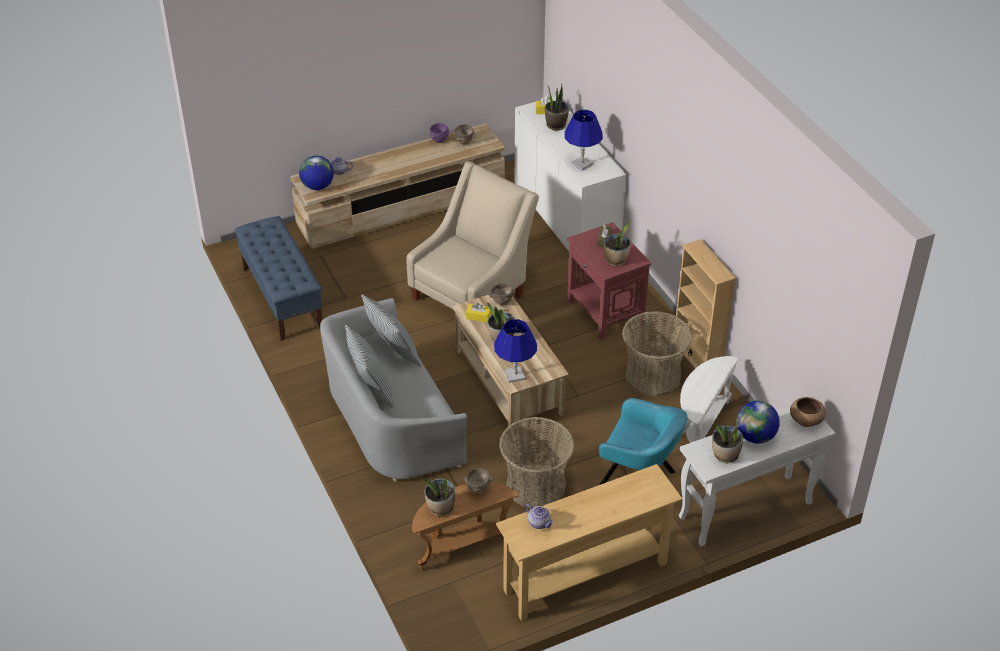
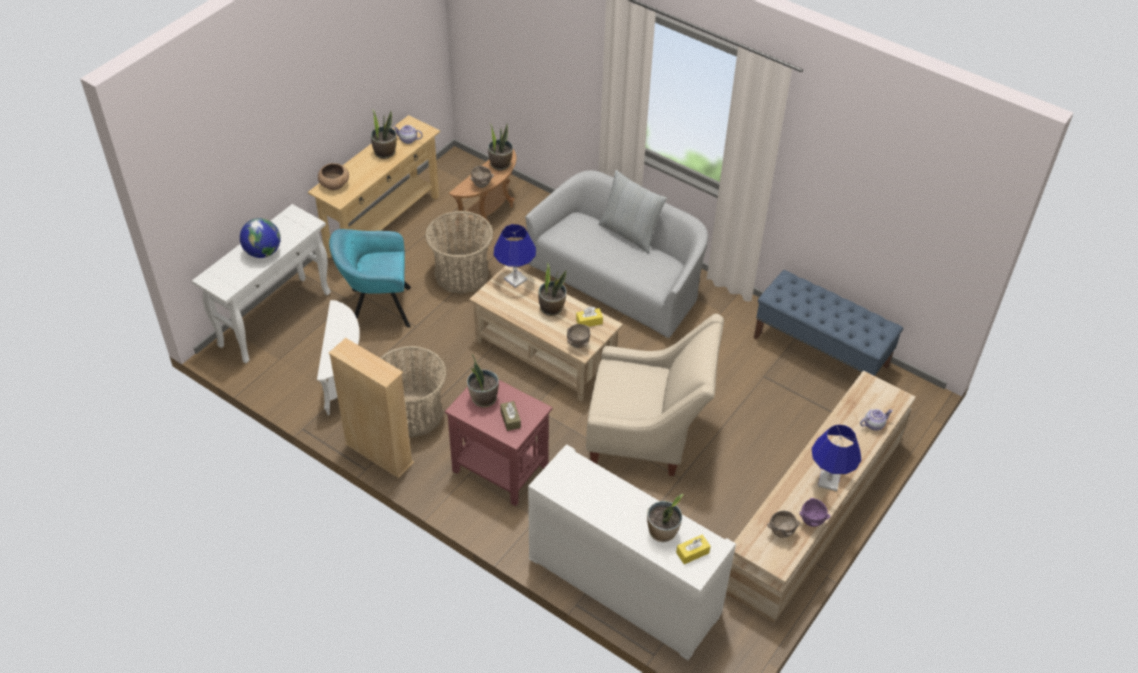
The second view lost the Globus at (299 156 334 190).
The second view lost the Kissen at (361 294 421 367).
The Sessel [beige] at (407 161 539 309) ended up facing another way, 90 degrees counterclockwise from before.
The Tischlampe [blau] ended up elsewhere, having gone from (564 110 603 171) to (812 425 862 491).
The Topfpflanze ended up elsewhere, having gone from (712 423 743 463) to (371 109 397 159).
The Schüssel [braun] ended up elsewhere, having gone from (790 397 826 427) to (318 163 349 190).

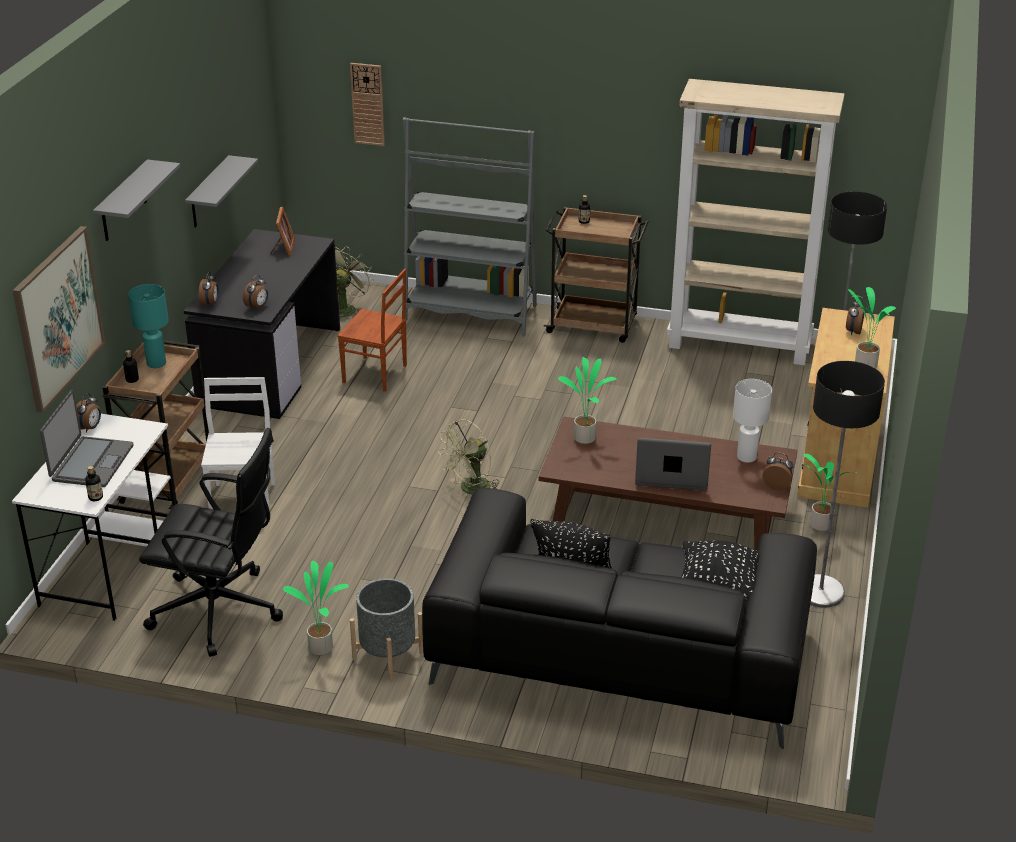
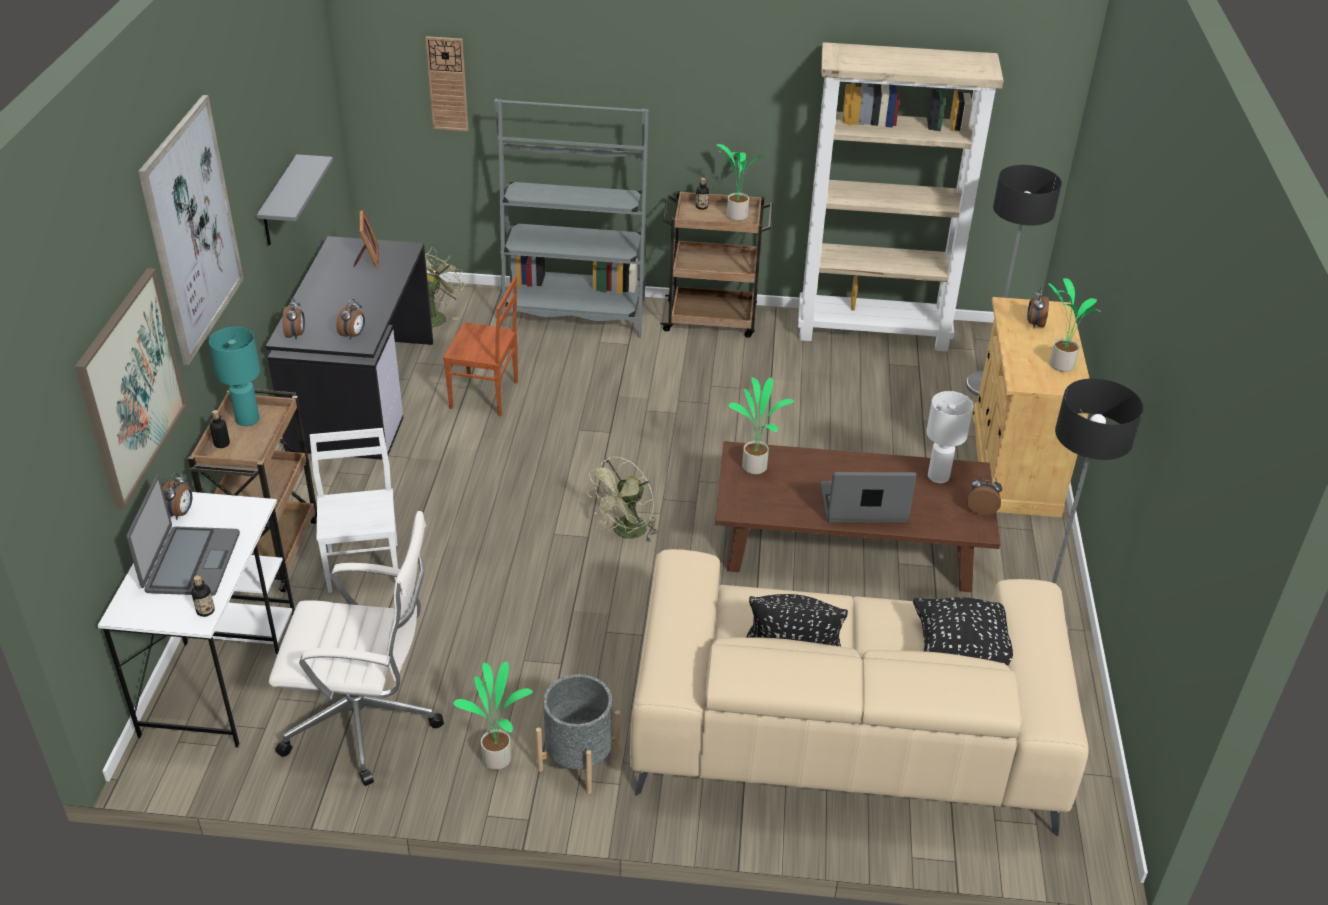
Where the Wandregal [grau] hung at (93 159 180 241), the Bild came to hang at (138 95 244 365).
What was the Bürostuhl [schwarz] at (139 428 283 657) turned into the Bürostuhl [weiß] at (269 511 444 786).
What was the Sofa [schwarz] at (422 488 817 749) turned into the Sofa [beige] at (630 549 1089 836).
The Topfpflanze ended up elsewhere, having gone from (803 454 856 531) to (717 144 768 221).

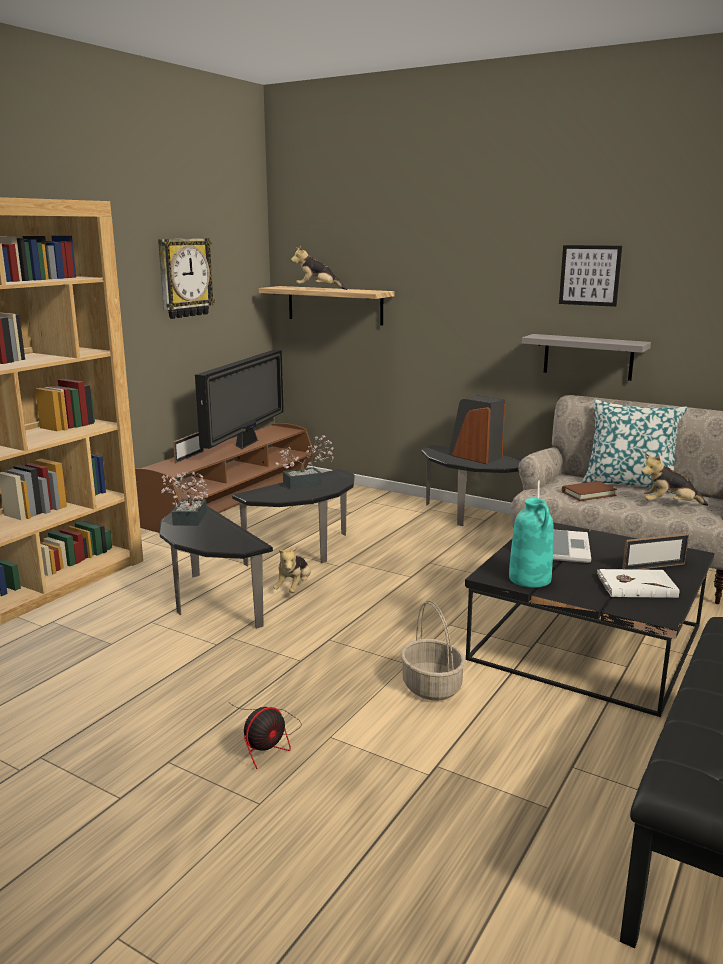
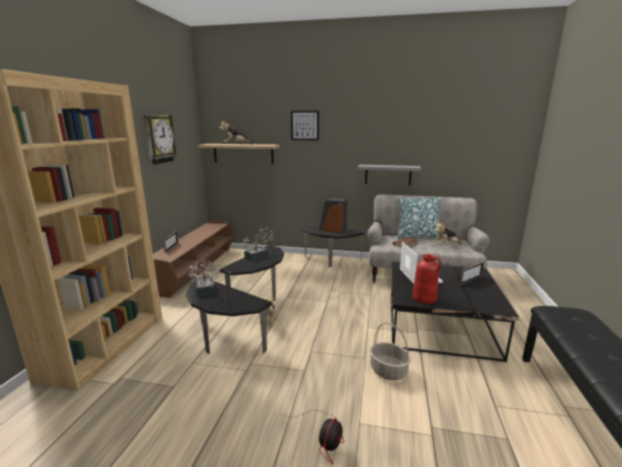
The second view lost the Fernseher at (195 350 284 449).
What was the Vase [türkis] at (509 498 554 588) turned into the Vase [rot] at (413 254 441 304).
The Bild ended up elsewhere, having gone from (559 245 622 307) to (291 111 319 140).
The second view lost the Buch [weiß] at (597 569 680 598).

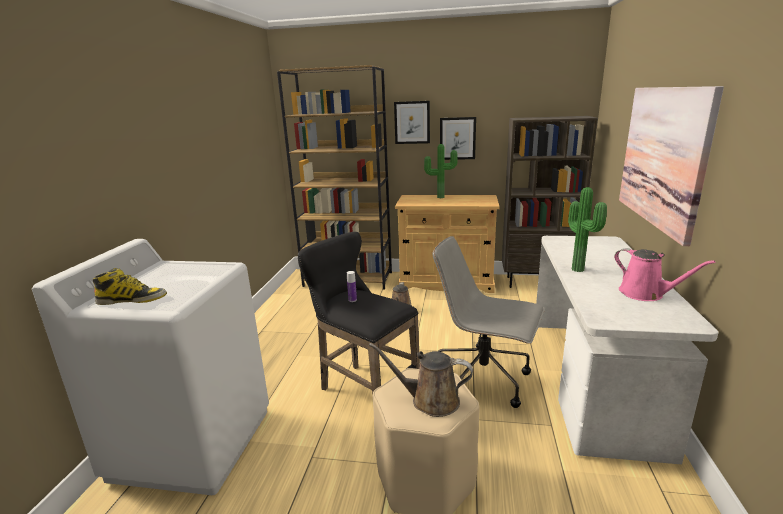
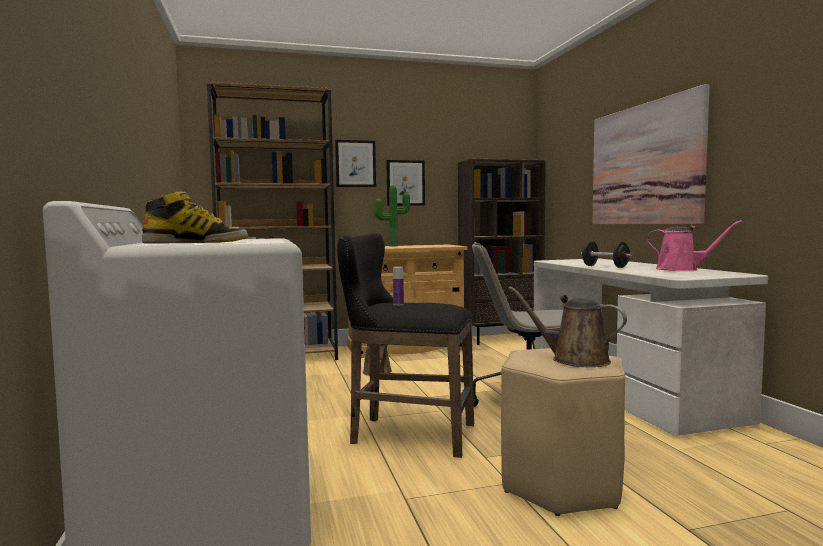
The Gießkanne [braun] at (369 343 473 417) ended up facing another way, 45 degrees clockwise from before.
Where the Topfpflanze stood at (568 187 607 272), the Hantel [schwarz] came to stand at (581 241 632 268).

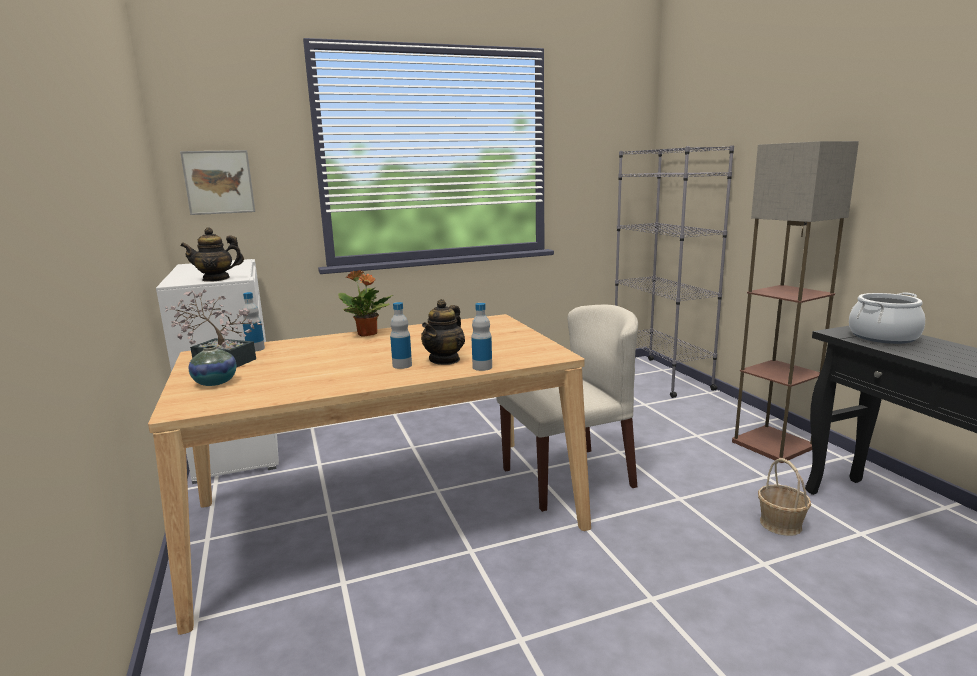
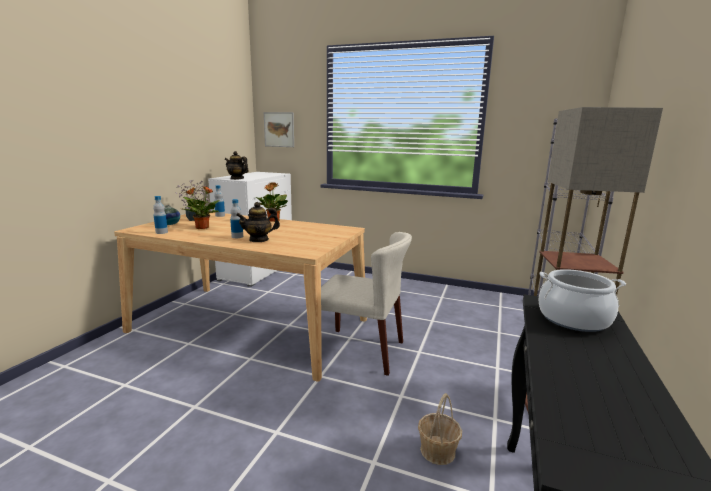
The Flasche ended up elsewhere, having gone from (471 303 492 371) to (153 196 168 234).
The second view gained the Topfpflanze at (183 186 219 229).

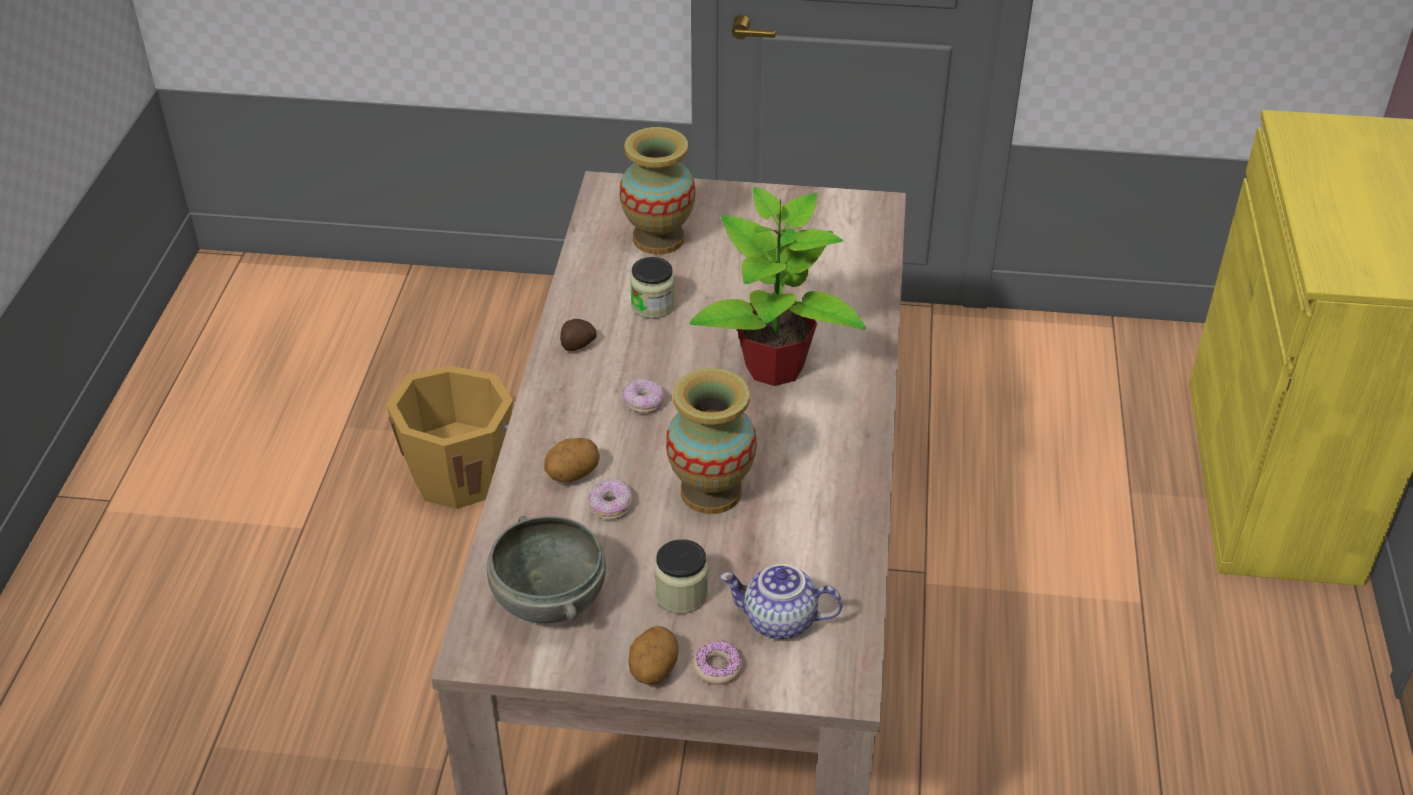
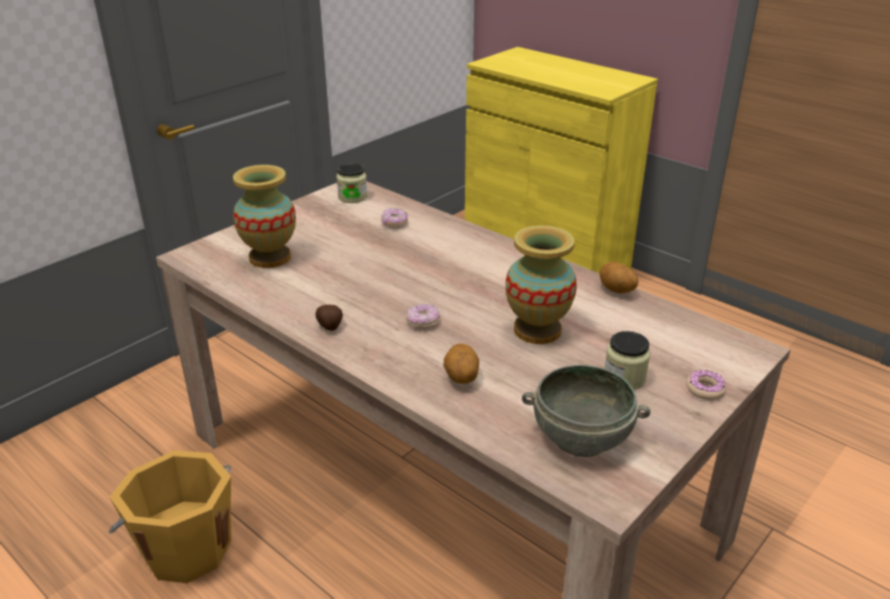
The Donut ended up elsewhere, having gone from (588 479 632 520) to (381 208 408 229).
The Kartoffel ended up elsewhere, having gone from (629 626 679 685) to (599 262 638 293).
The Vorratsglas ended up elsewhere, having gone from (630 257 675 319) to (336 163 367 203).
The second view lost the Topfpflanze at (690 187 866 386).
The second view lost the Teekanne at (720 564 843 639).

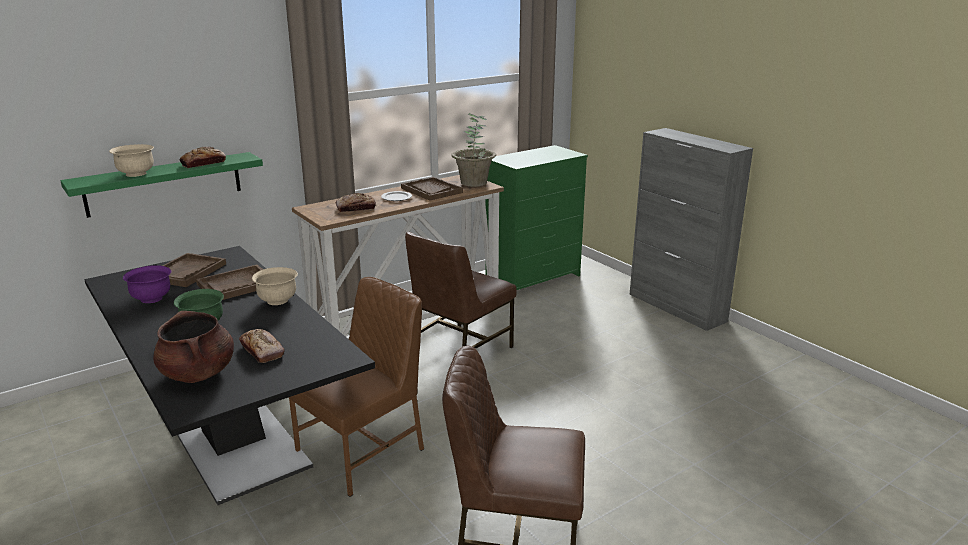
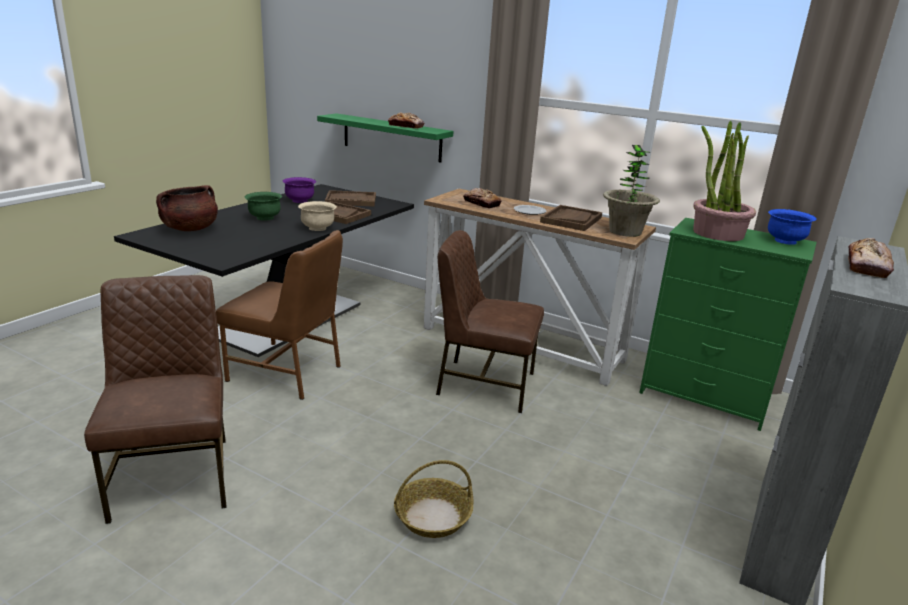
The second view lost the Schüssel [beige] at (109 144 154 177).
The Brot ended up elsewhere, having gone from (239 329 285 363) to (848 238 894 278).
The second view gained the Korb at (394 460 473 538).
The second view gained the Topfpflanze at (693 121 756 241).
The second view gained the Schüssel [blau] at (768 209 817 245).

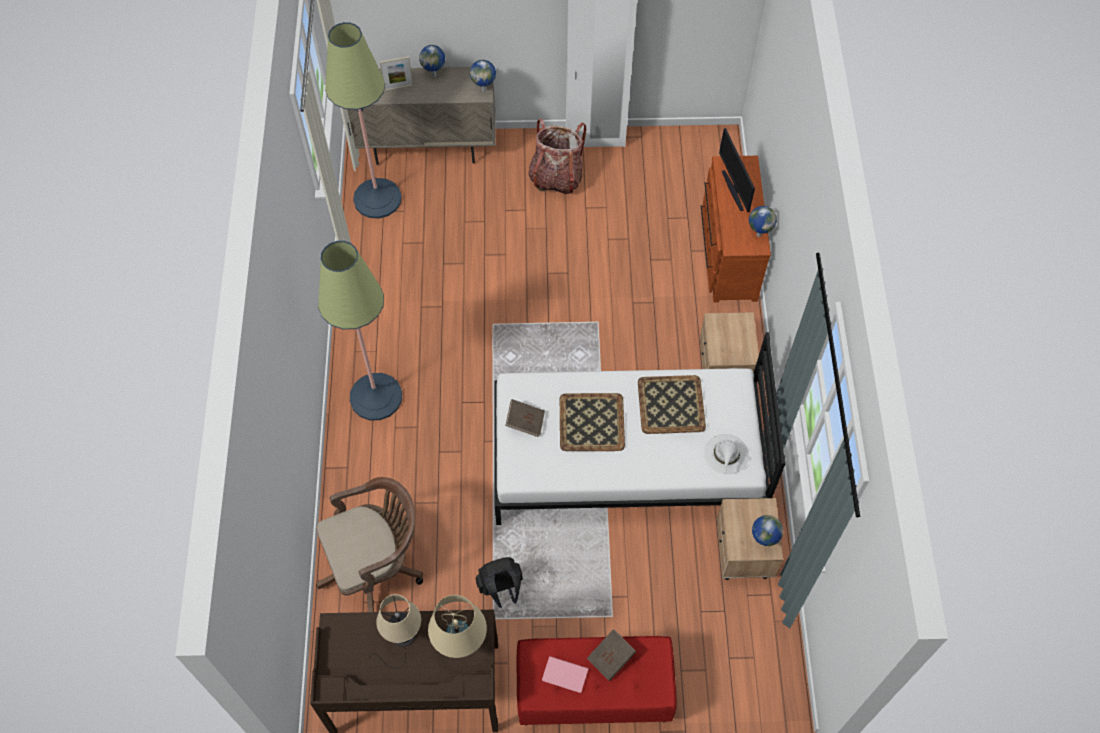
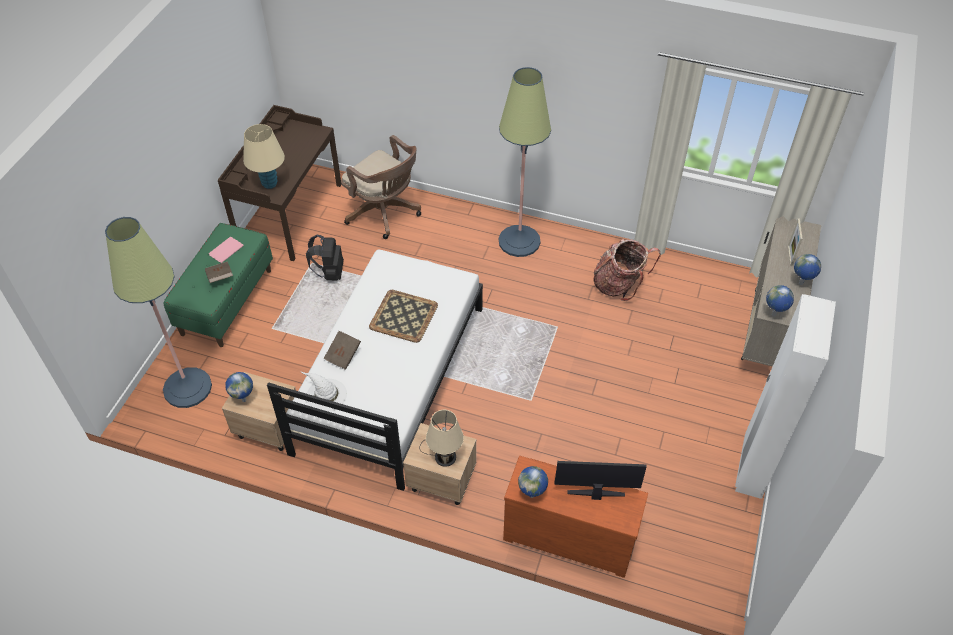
The Bürostuhl [braun] at (316 477 423 612) ended up facing another way, 45 degrees counterclockwise from before.
The Stehlampe ended up elsewhere, having gone from (325 22 402 219) to (105 217 212 408).
The Tischlampe [beige] ended up elsewhere, having gone from (369 594 421 669) to (419 410 464 467).
The Buch [braun] ended up elsewhere, having gone from (505 399 545 437) to (324 331 361 370).
What was the Bank [rot] at (517 636 677 725) turned into the Bank [grün] at (164 223 273 347).
The Rucksack ended up elsewhere, having gone from (529 119 586 194) to (593 239 661 301).
The second view lost the Tablett at (638 375 706 434).

